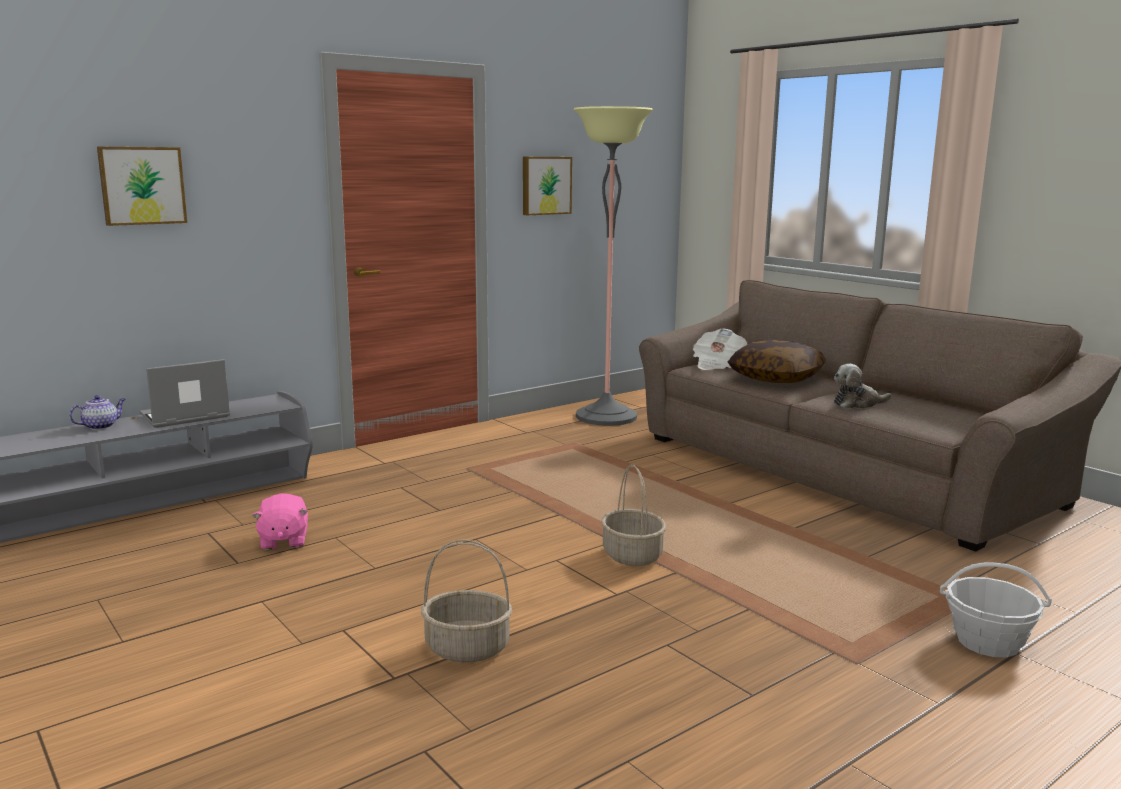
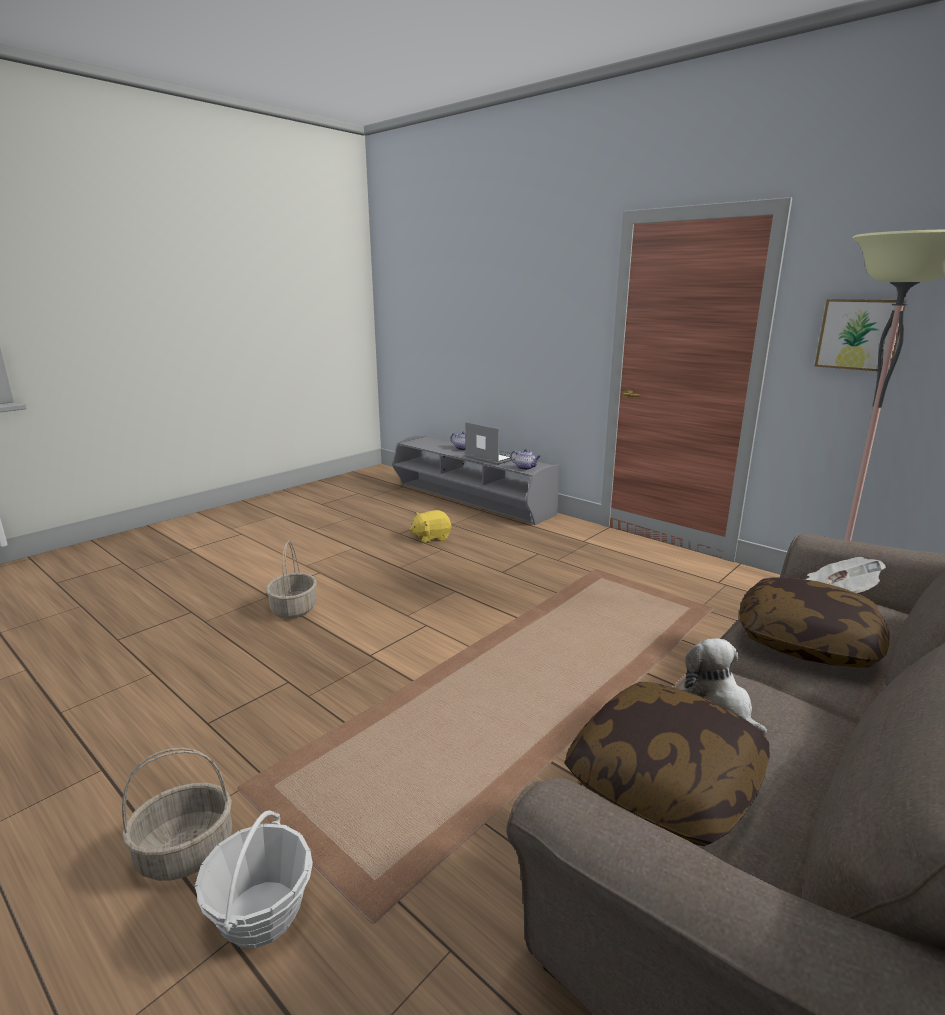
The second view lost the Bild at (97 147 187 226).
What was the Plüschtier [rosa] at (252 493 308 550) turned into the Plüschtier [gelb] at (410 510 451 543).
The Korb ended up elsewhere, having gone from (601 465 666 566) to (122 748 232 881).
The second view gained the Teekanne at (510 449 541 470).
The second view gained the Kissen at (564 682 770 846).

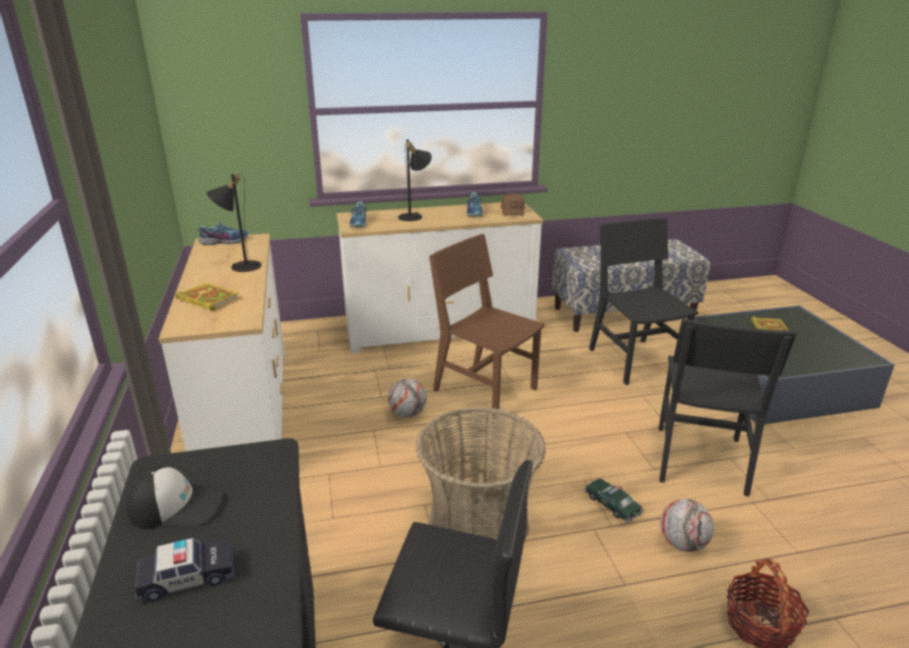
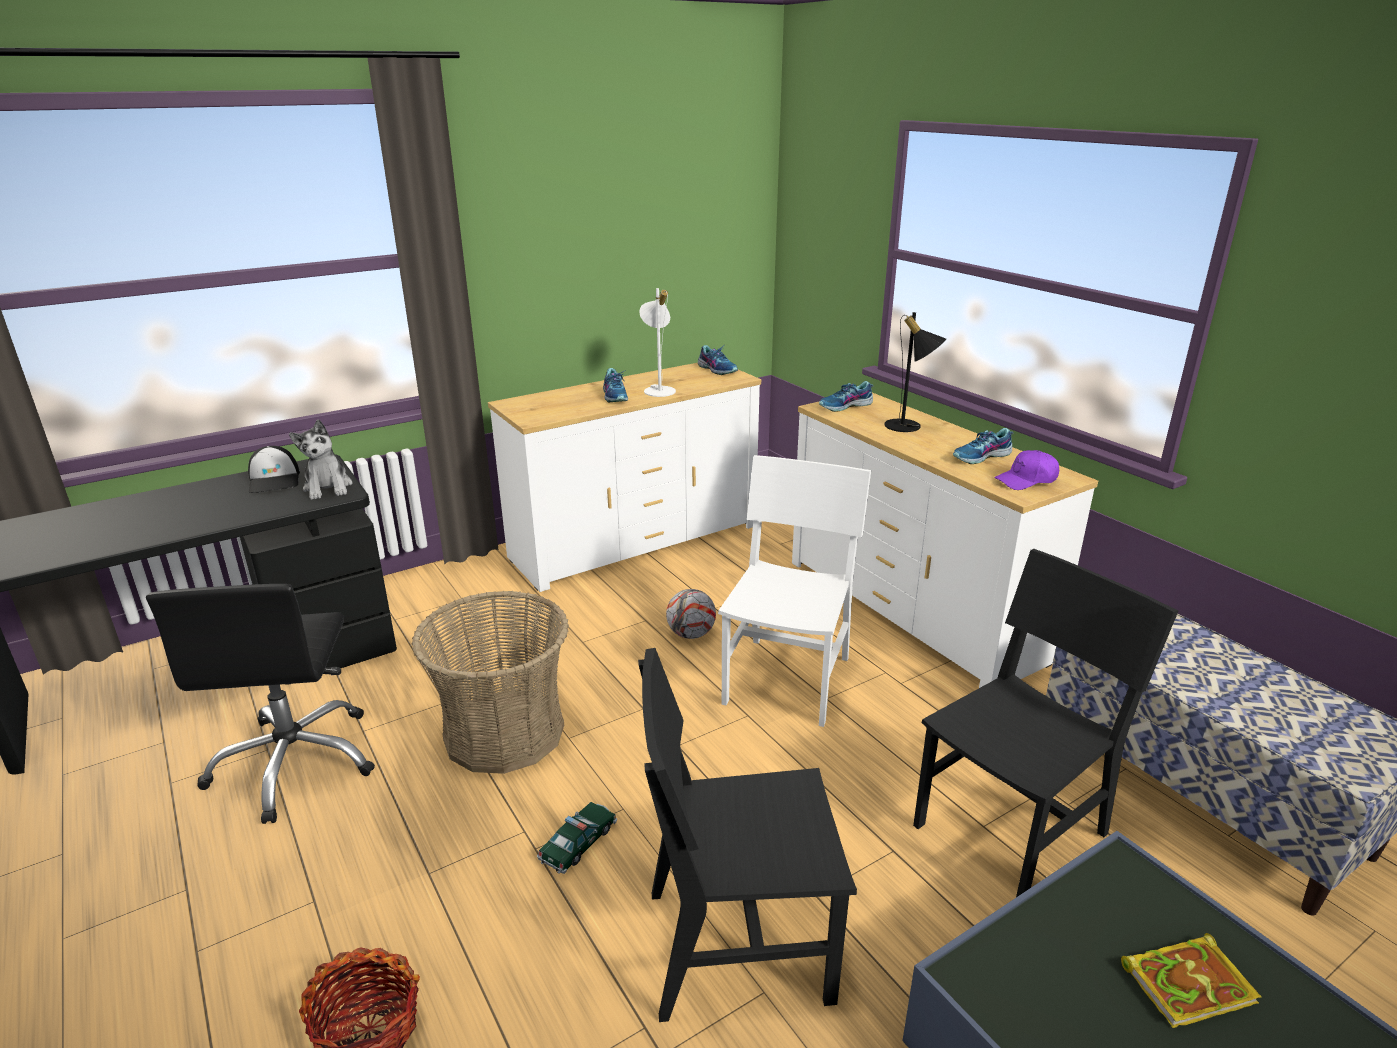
The second view lost the Spielzeugauto at (135 538 234 602).
The second view lost the Buch at (175 283 239 311).
What was the Tischlampe [schwarz] at (207 174 261 272) turned into the Tischlampe [weiß] at (639 288 676 397).
What was the Stuhl [braun] at (429 234 545 419) turned into the Stuhl [weiß] at (718 455 871 727).
What was the Kappe [braun] at (501 193 525 216) turned into the Kappe [lila] at (994 450 1059 490).
The second view lost the Fußball at (660 499 714 552).
The second view gained the Plüschtier at (289 419 353 500).
The second view gained the Schuh at (603 368 628 402).

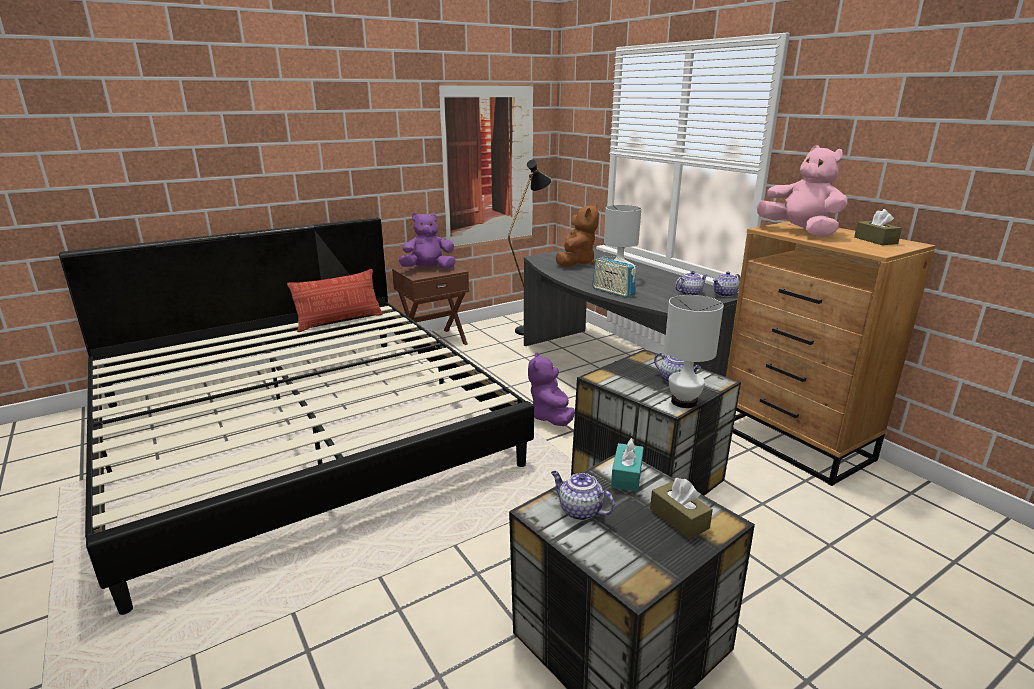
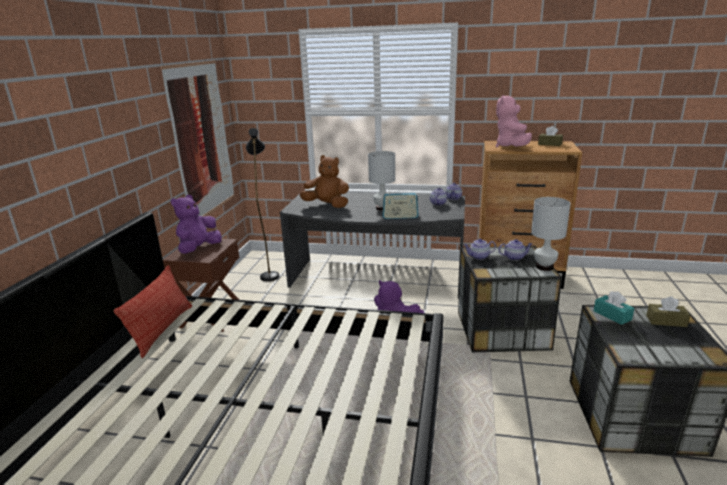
The Teekanne ended up elsewhere, having gone from (551 471 615 521) to (464 239 496 260).
The Plüschtier [braun] at (556 204 599 267) ended up facing another way, 45 degrees counterclockwise from before.
The Plüschtier [rosa] at (757 145 847 237) ended up facing another way, 90 degrees counterclockwise from before.

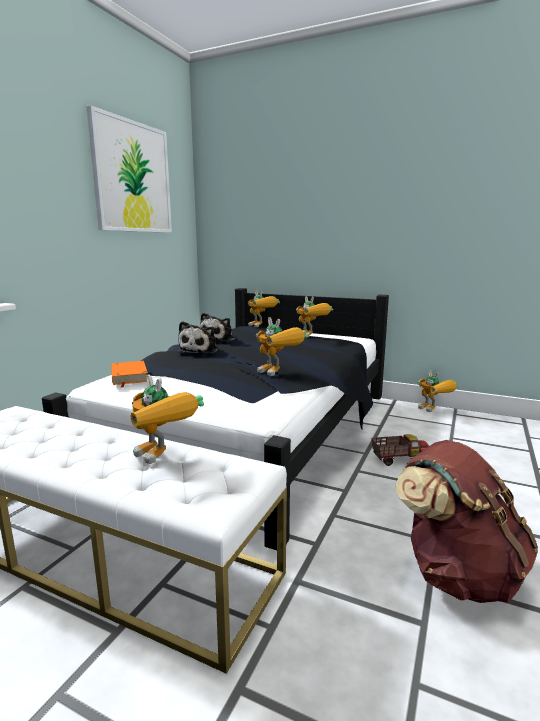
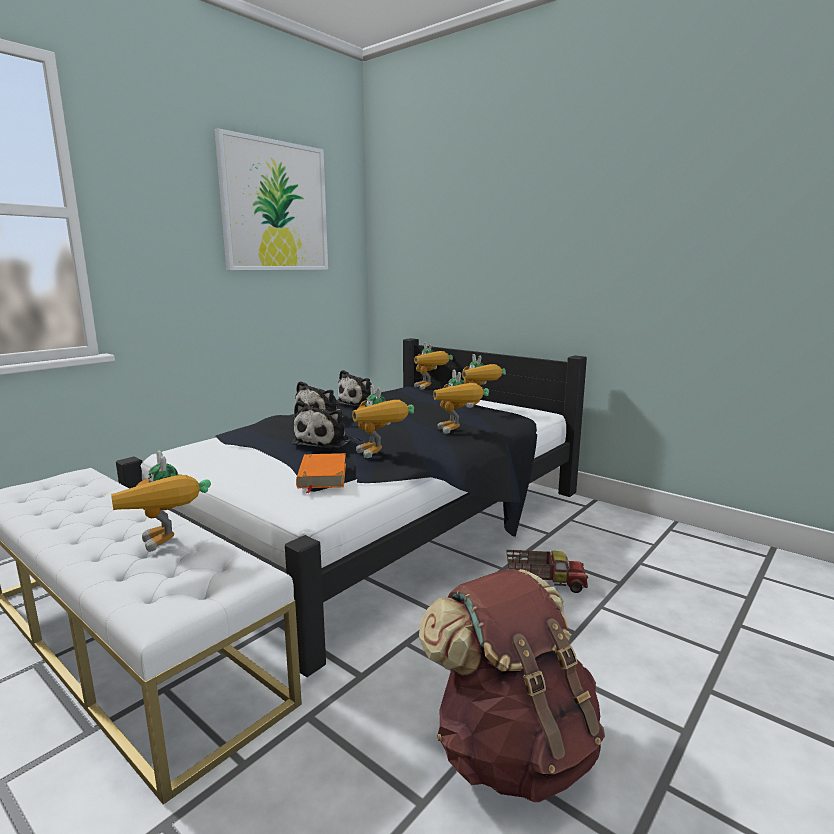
The Buch [orange] ended up elsewhere, having gone from (111 361 148 387) to (296 453 346 493).
The Spielzeugroboter ended up elsewhere, having gone from (418 371 458 412) to (433 370 489 434).
The second view gained the Plüschtier at (292 401 350 449).

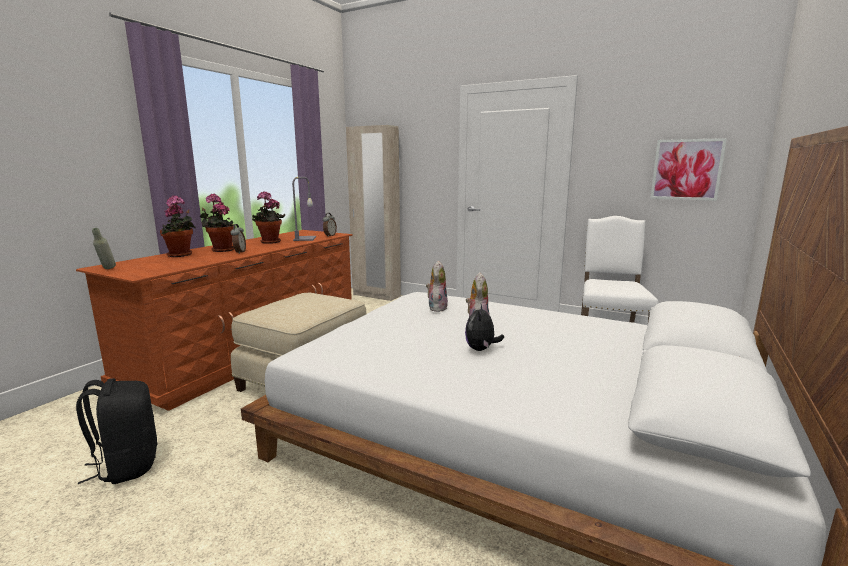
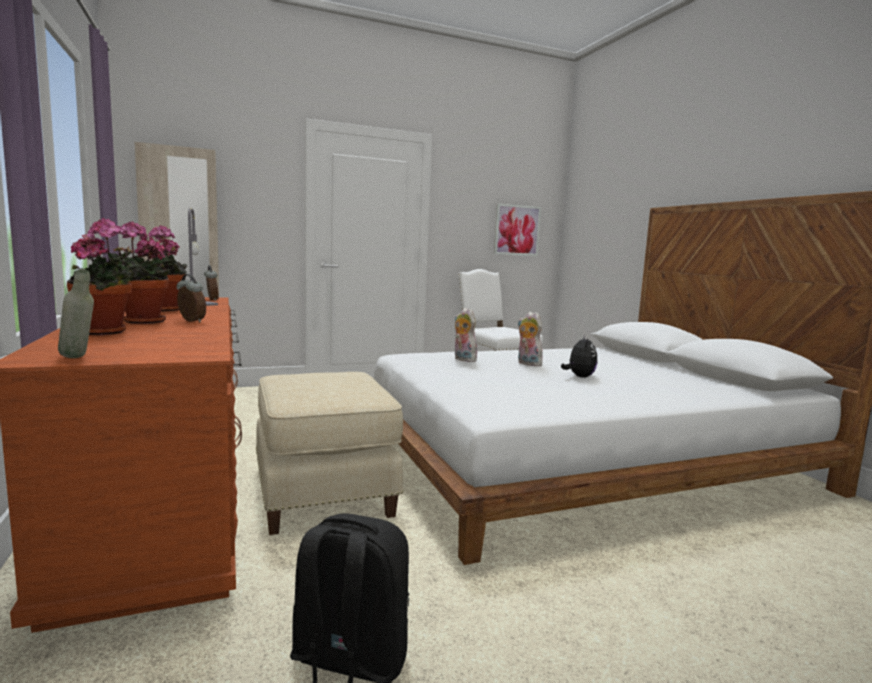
The Plüschtier at (465 304 504 351) ended up facing another way, 135 degrees counterclockwise from before.

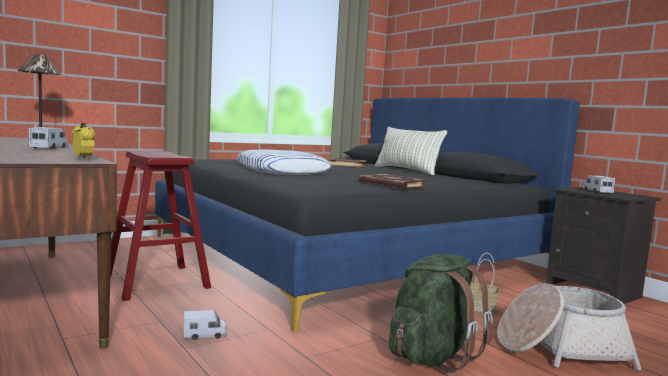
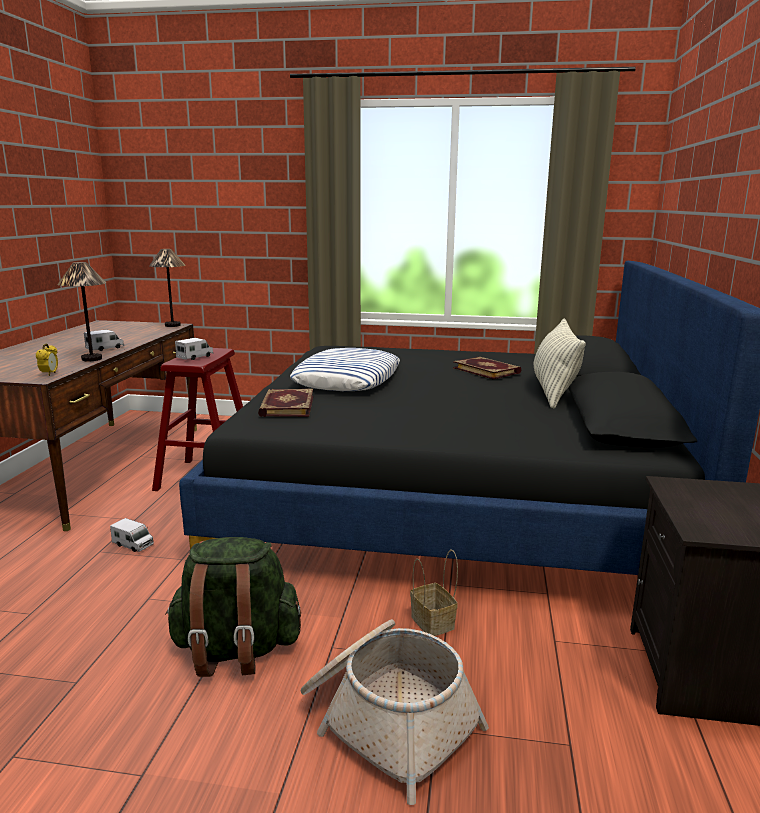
The Buch ended up elsewhere, having gone from (359 174 427 189) to (258 389 313 417).
The Spielzeuglaster ended up elsewhere, having gone from (583 175 615 193) to (175 338 213 360).
The second view gained the Tischlampe at (57 262 106 361).

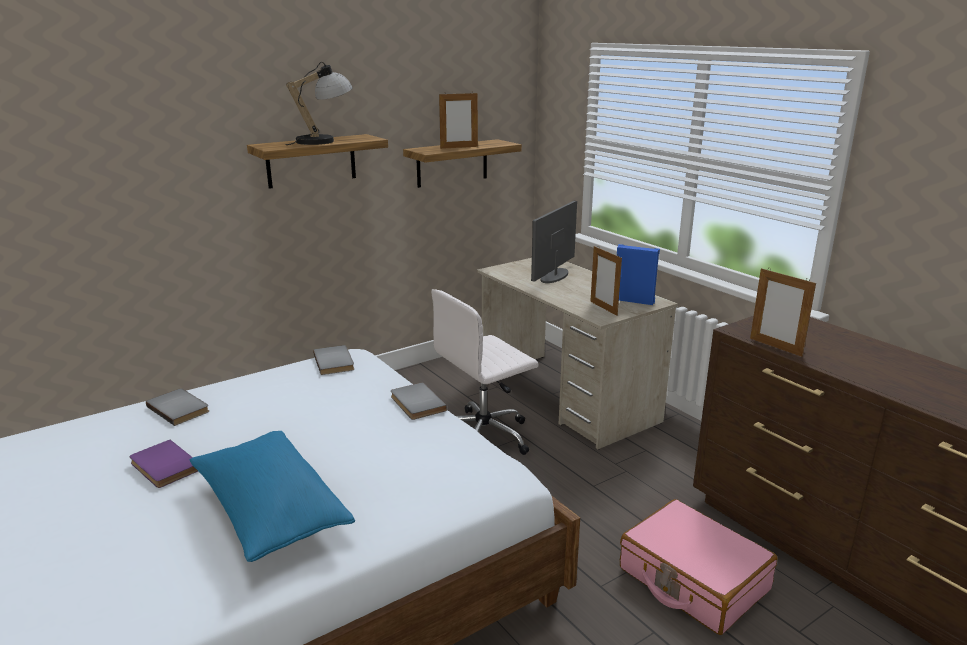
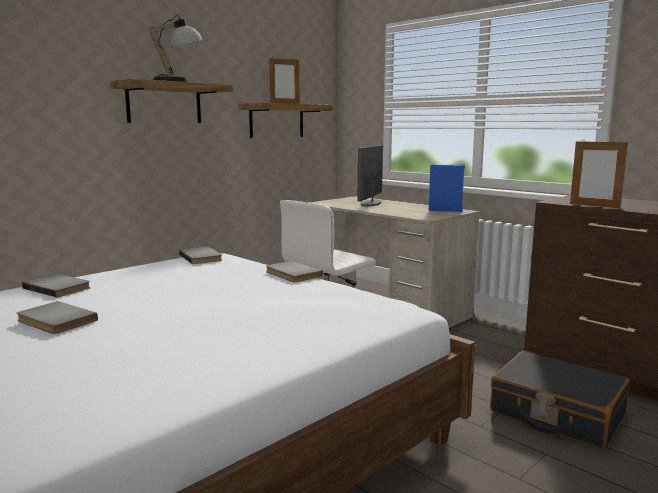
What was the Buch [lila] at (130 440 198 488) turned into the Buch [grau] at (17 301 98 334).
The second view lost the Kissen [blau] at (190 431 355 562).
The second view lost the Bilderrahmen at (590 246 622 316).
What was the Koffer [rosa] at (620 499 778 635) turned into the Koffer [schwarz] at (490 351 630 450).

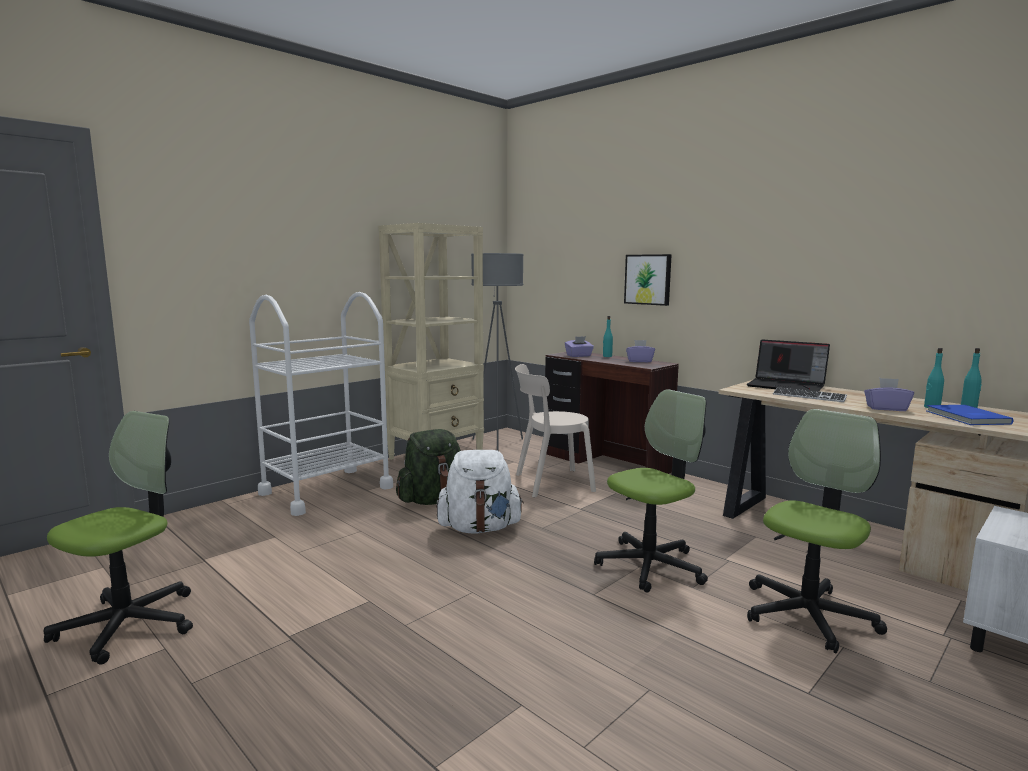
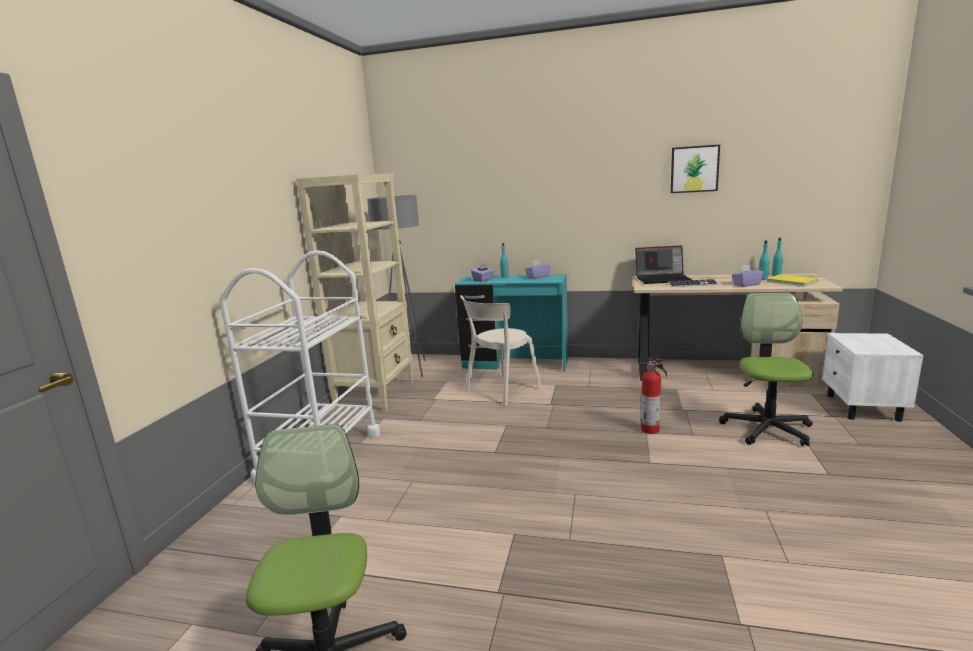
The second view lost the Rucksack [grün] at (396 429 461 505).
The second view lost the Rucksack [weiß] at (436 450 524 534).
What was the Schreibtisch [braun] at (545 352 679 474) turned into the Schreibtisch [türkis] at (455 274 568 372).
Where the Bürostuhl stood at (594 389 708 593), the Feuerlöscher came to stand at (640 358 667 434).
The Bild ended up elsewhere, having gone from (624 254 672 306) to (671 145 720 193).
What was the Buch [blau] at (927 405 1013 425) turned into the Buch [gelb] at (766 274 817 287).

